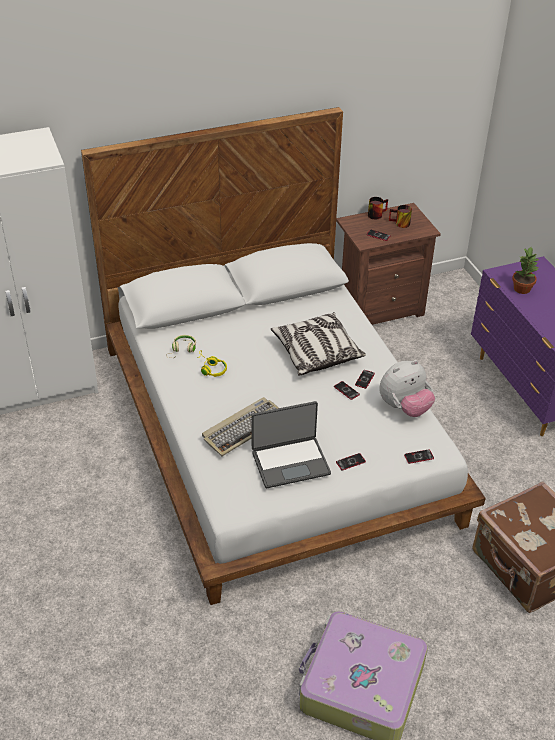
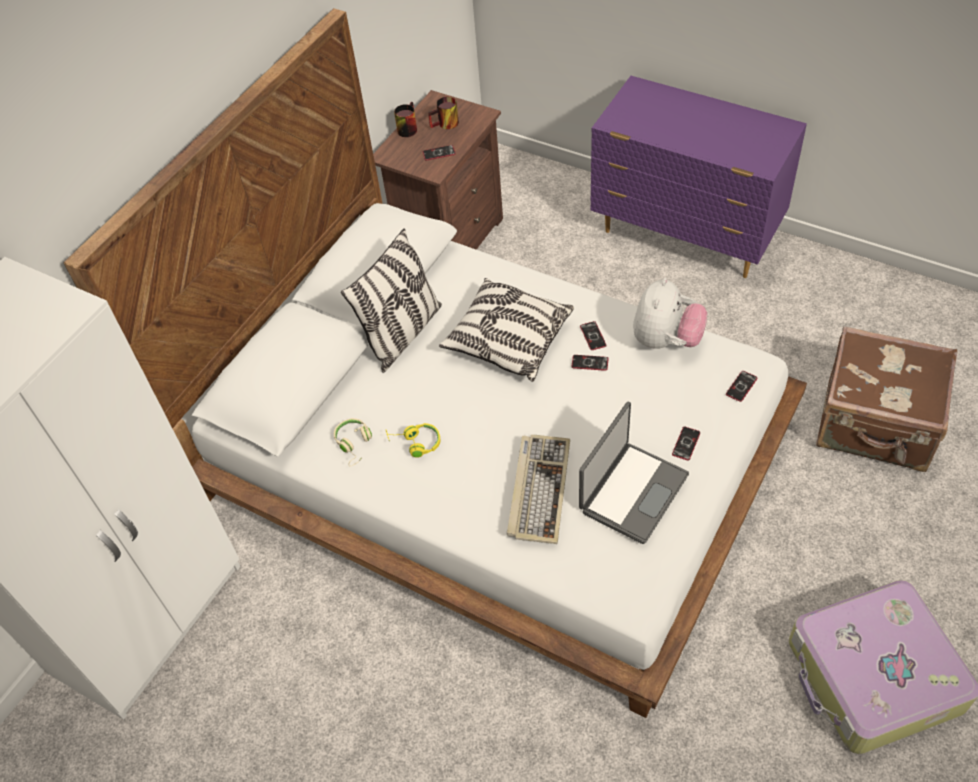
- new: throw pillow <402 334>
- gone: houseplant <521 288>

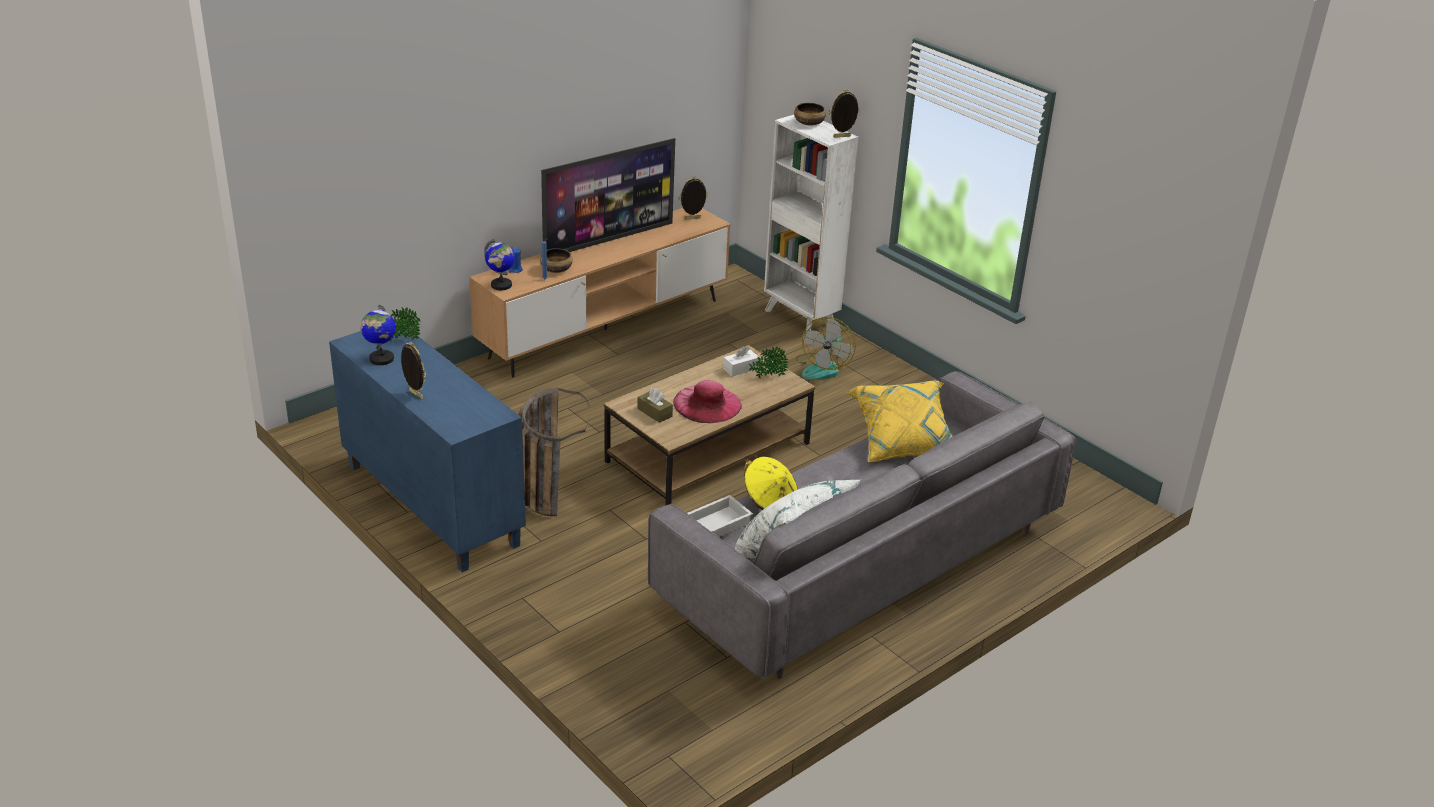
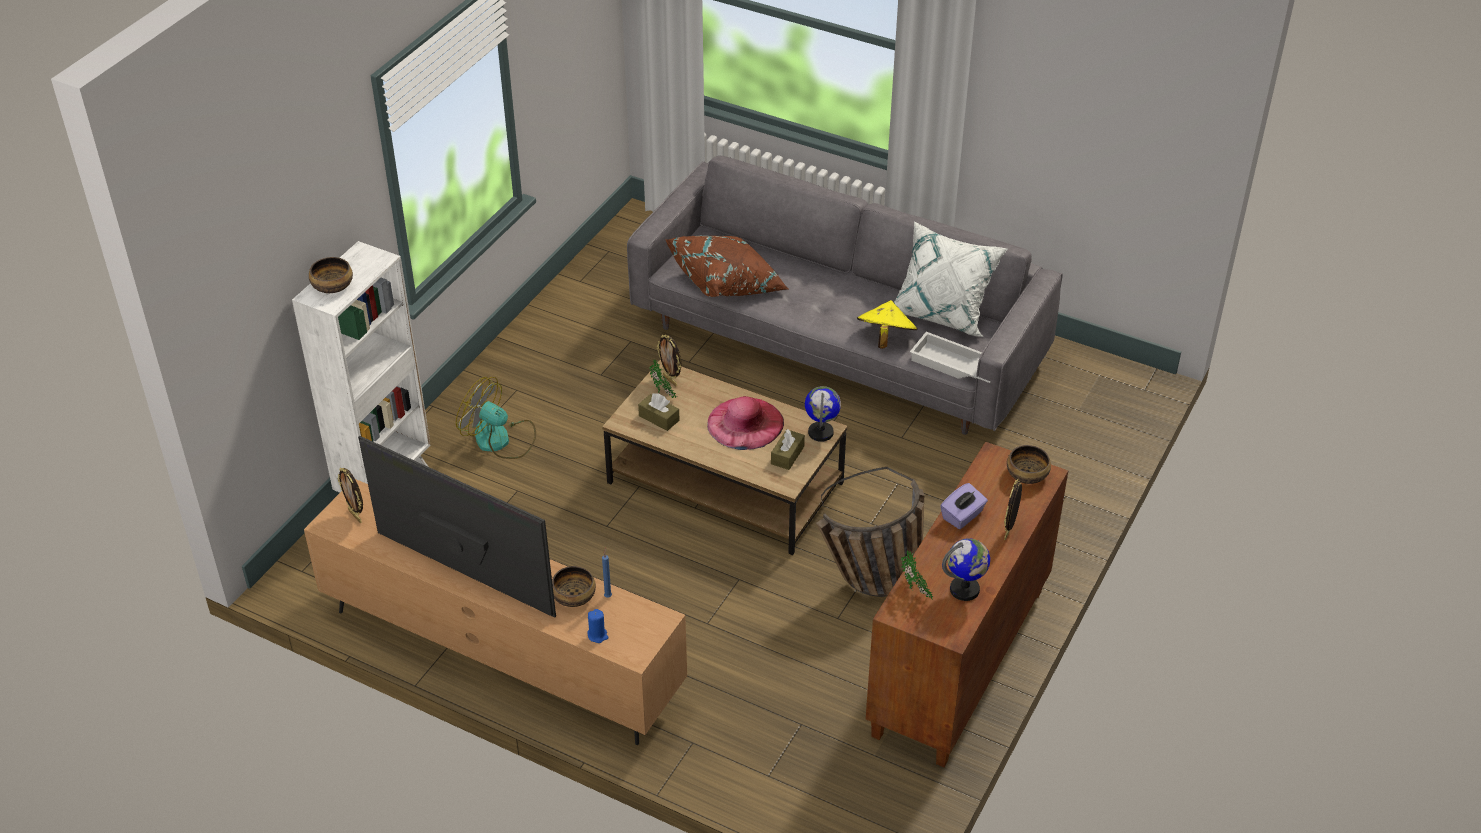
- rotated: electric fan <823 368> = <500 440> 150 degrees counterclockwise
- repainted: tissue box in white-coloured <740 369> to tissue box in brownish <659 418>
- shifted: picture frame <842 137> to <670 380>
- repainted: throw pillow in yellow-coloured <903 441> to throw pillow in brownish <727 282>
- shifted: globe <501 285> to <821 432>
- repainted: storage cabinet in blue-coloured <430 505> to storage cabinet in brownish <960 663>
- new: tissue box in purplish <962 516>
- new: bowl <1027 474>

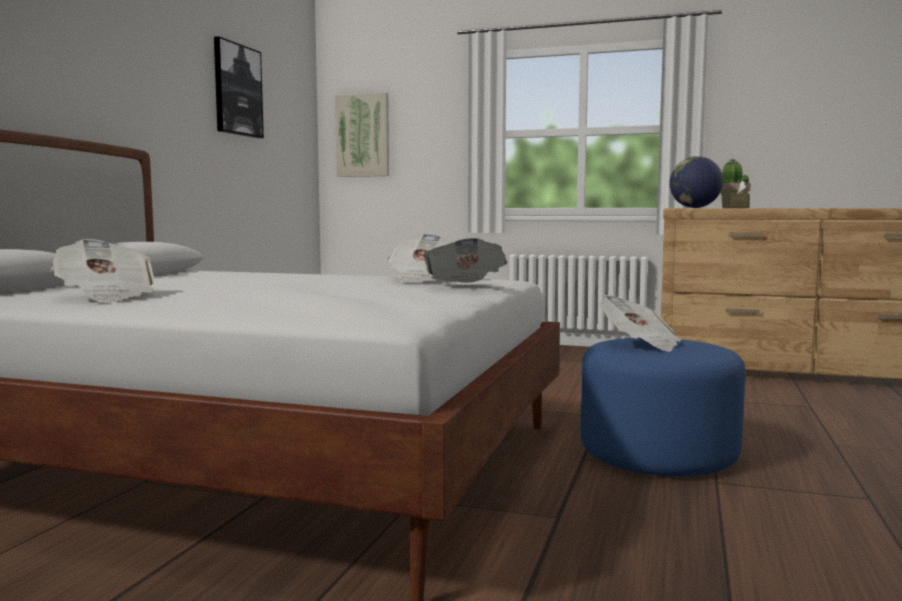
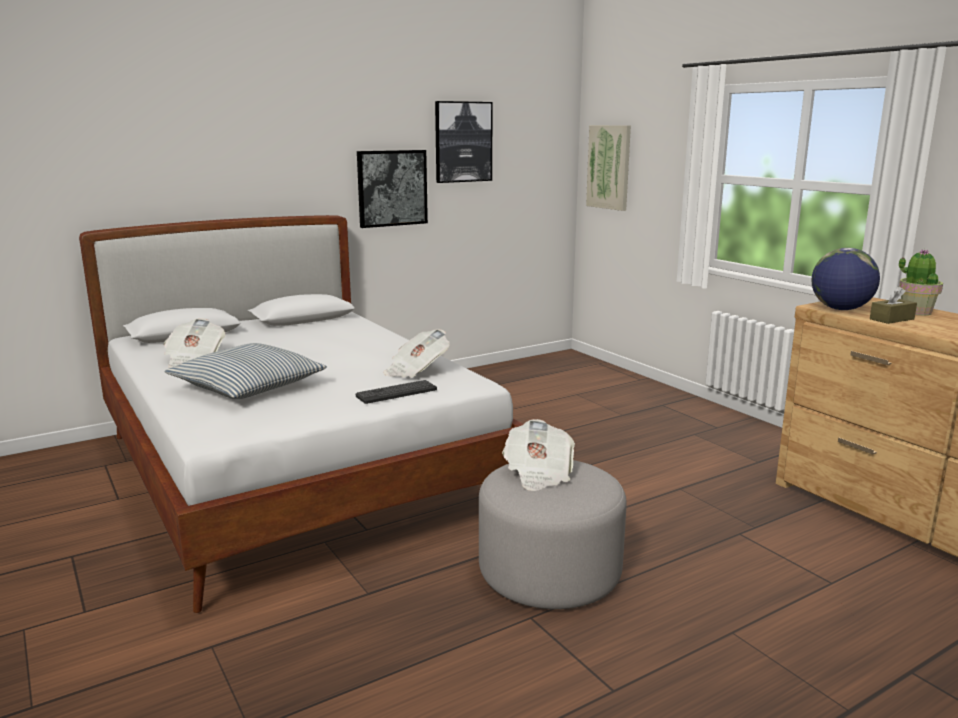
- new: throw pillow <248 386>
- swapped: daily paper <465 286> to computer keyboard <396 393>
- new: wall art <392 188>
- repainted: footrest in blue-coloured <658 454> to footrest in greyish <549 573>

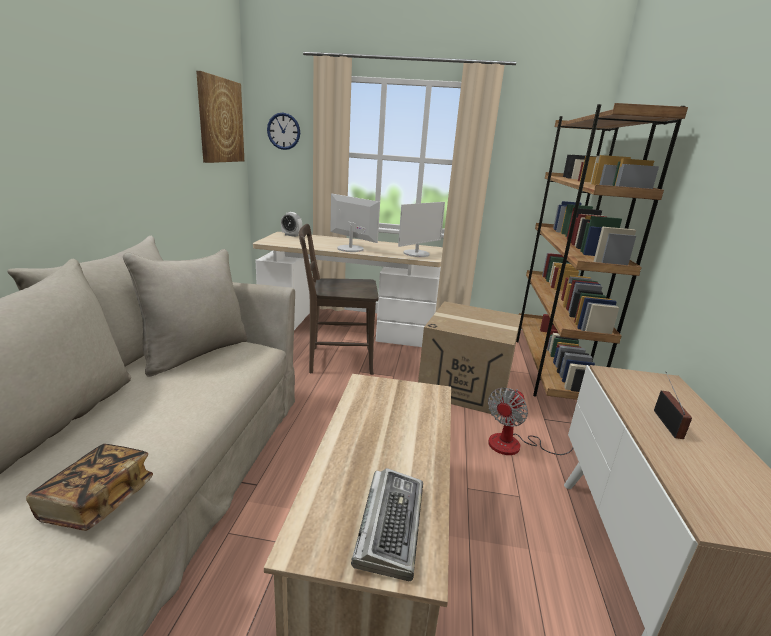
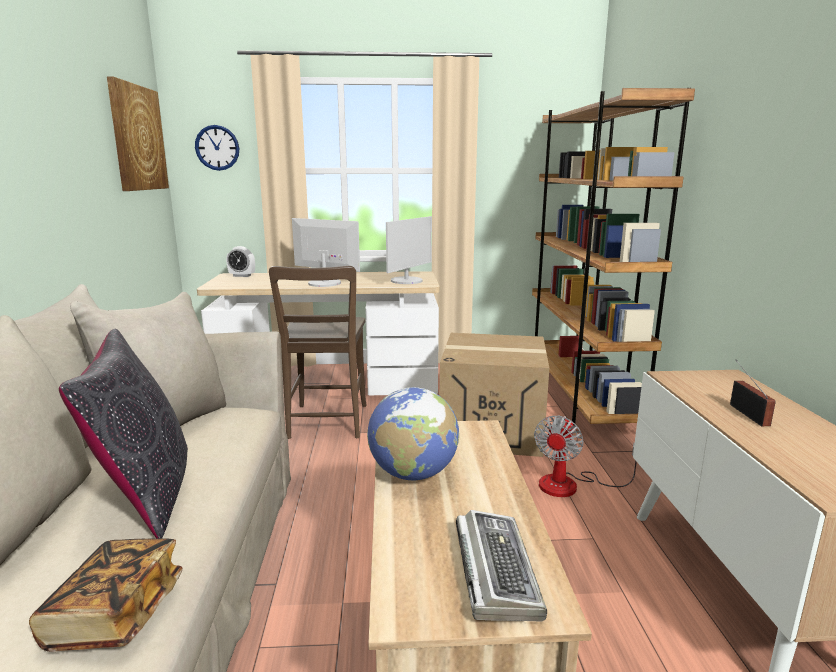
- new: throw pillow in blackish <146 493>
- rotated: chair in brownish <337 360> = <327 423> 75 degrees counterclockwise
- new: globe <413 474>

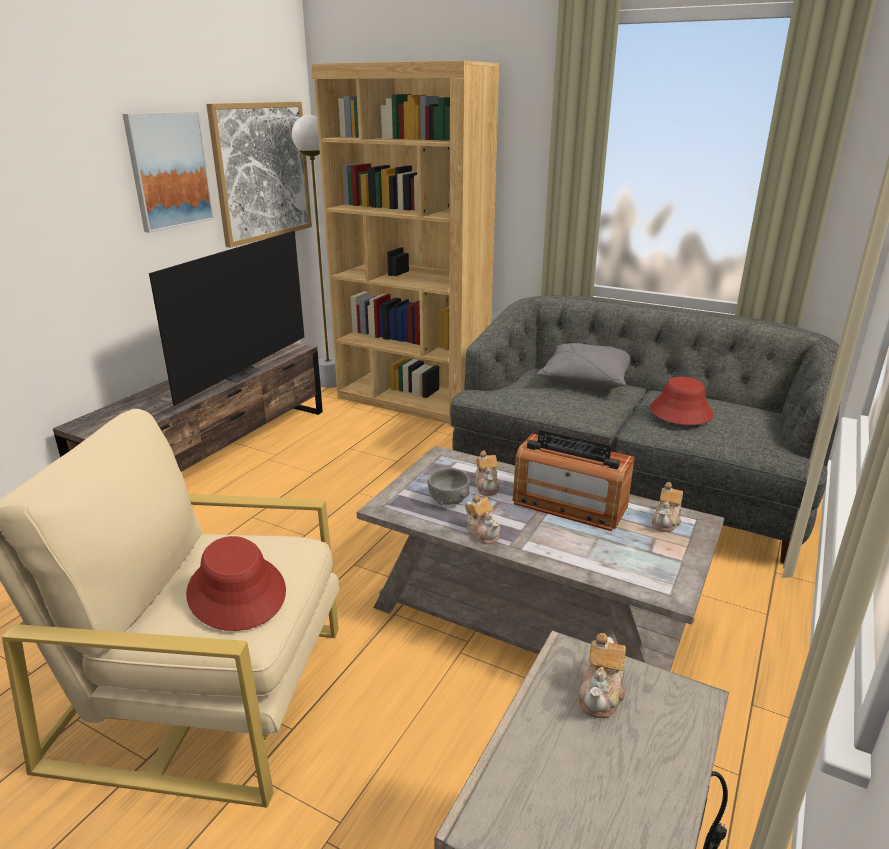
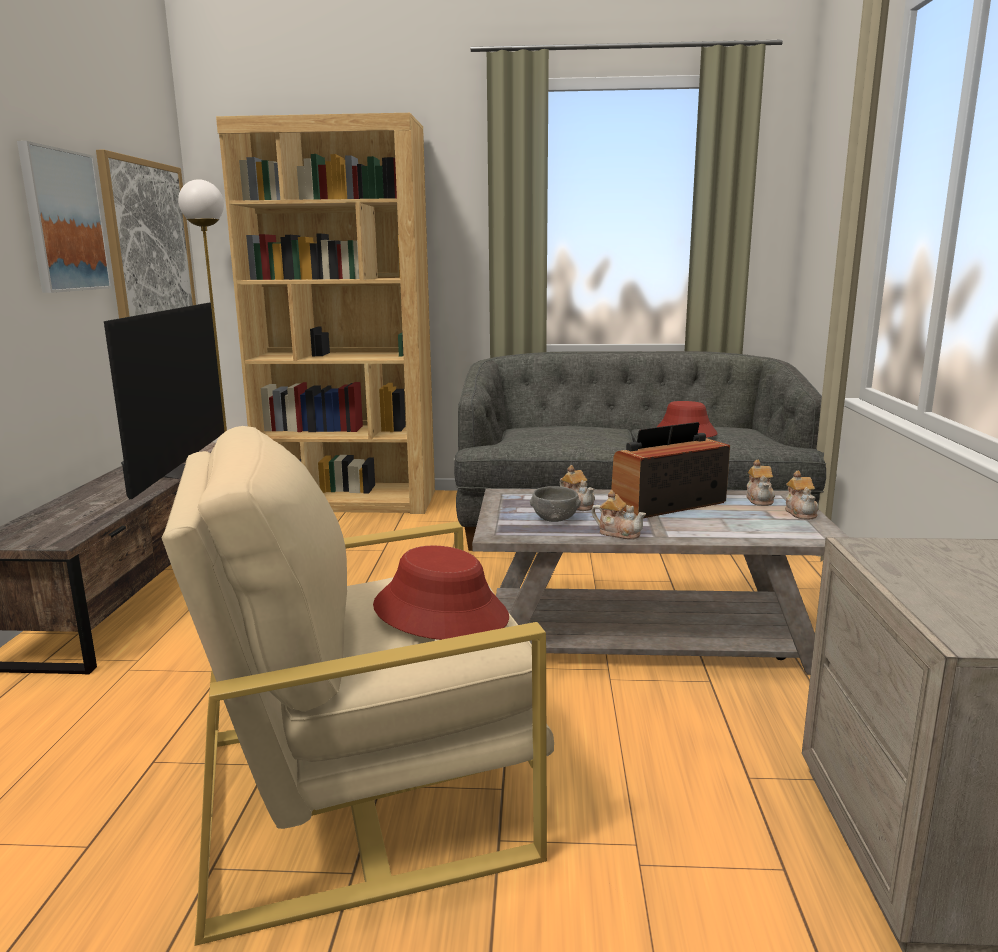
- rotated: radio <569 505> = <668 504> 150 degrees clockwise
- shifted: pot for tea <601 693> to <801 513>
- gone: throw pillow in greyish <586 379>

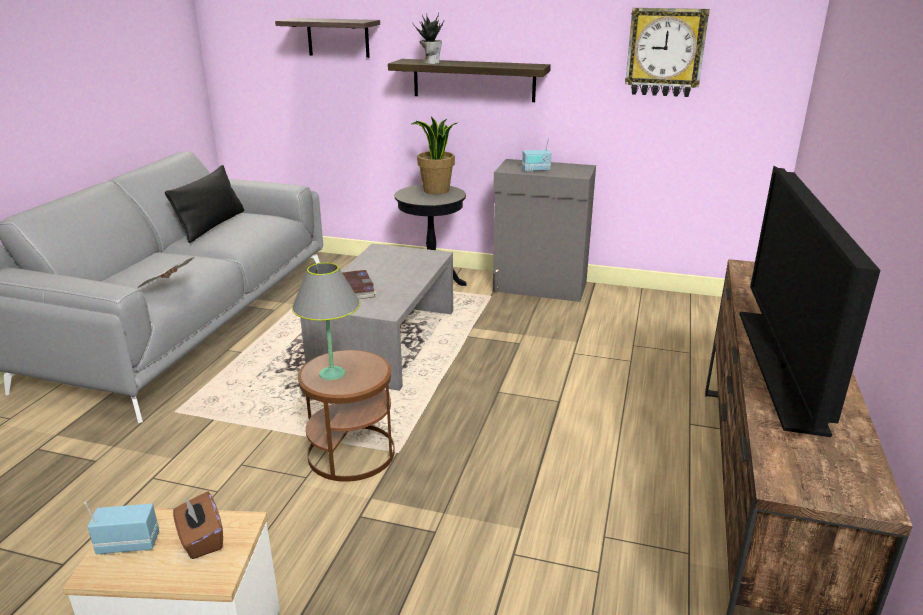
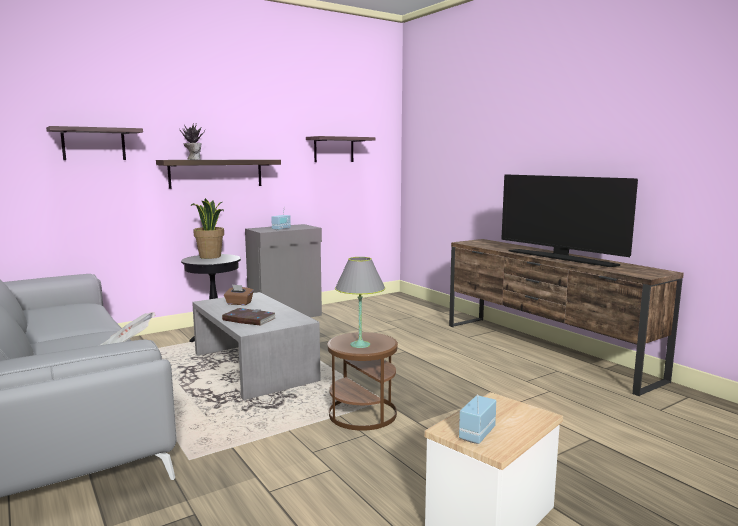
- shifted: tissue box in brownish <201 539> to <239 303>
- swapped: hanging clock <665 52> to shelf <333 149>
- gone: throw pillow in blackish <212 226>

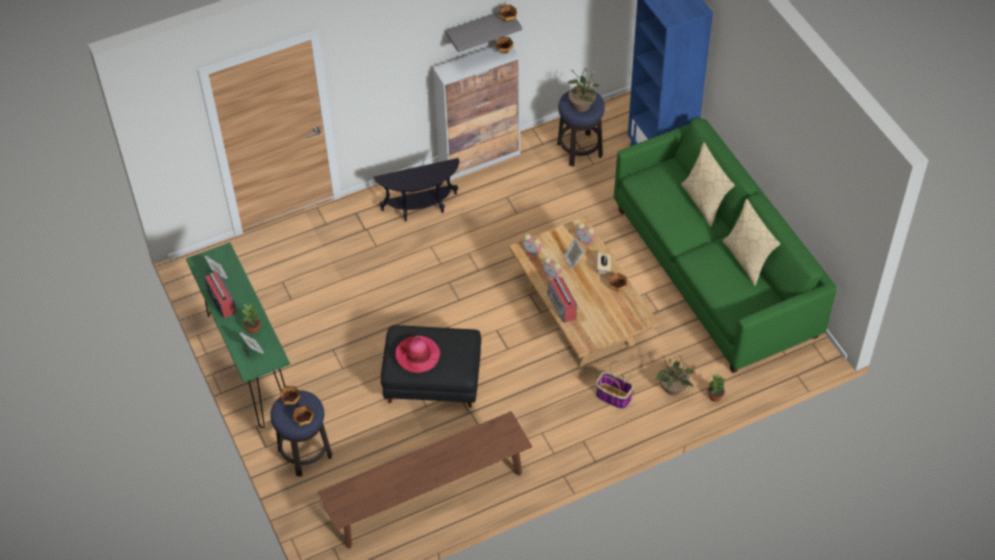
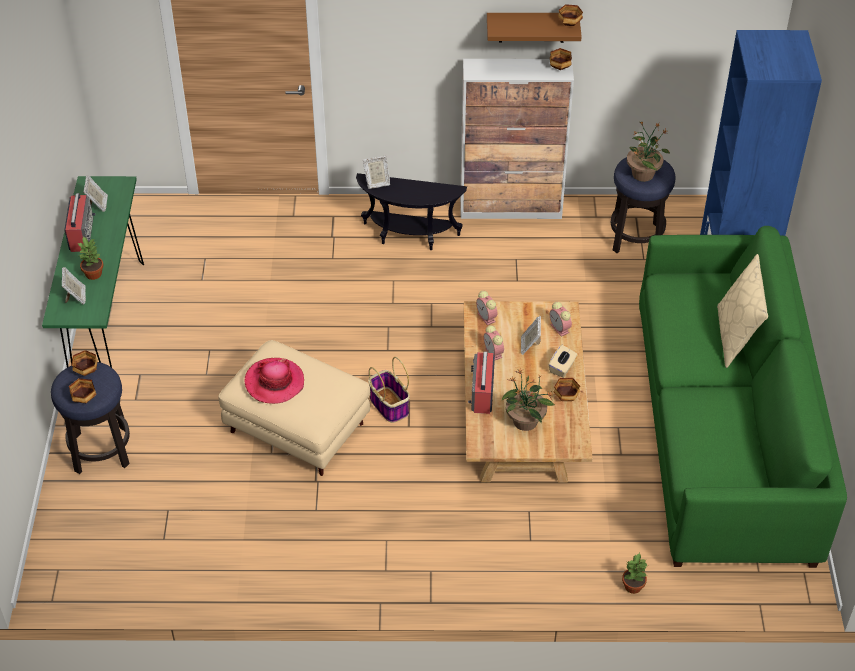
- repainted: footrest in blackish <432 381> to footrest in sand-coloured <296 429>
- new: picture frame <377 183>
- shifted: household basket <612 396> to <388 405>
- repainted: shelf in greyish <477 29> to shelf in brownish <532 27>
- shifted: houseplant <673 388> to <525 422>
- gone: indoor bench in brownish <428 496>
- gone: throw pillow in sand-coloured <747 259>

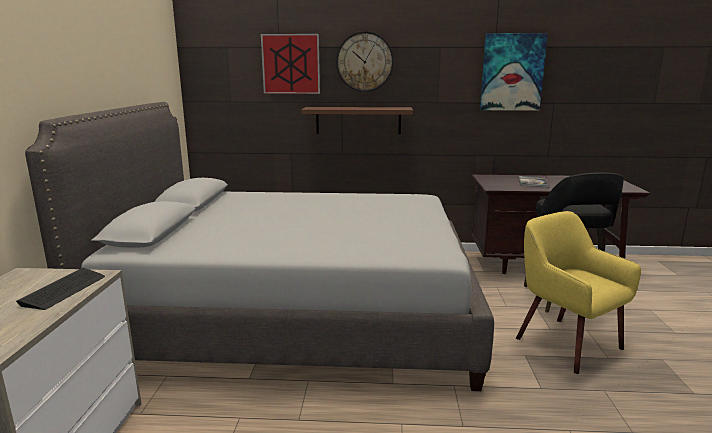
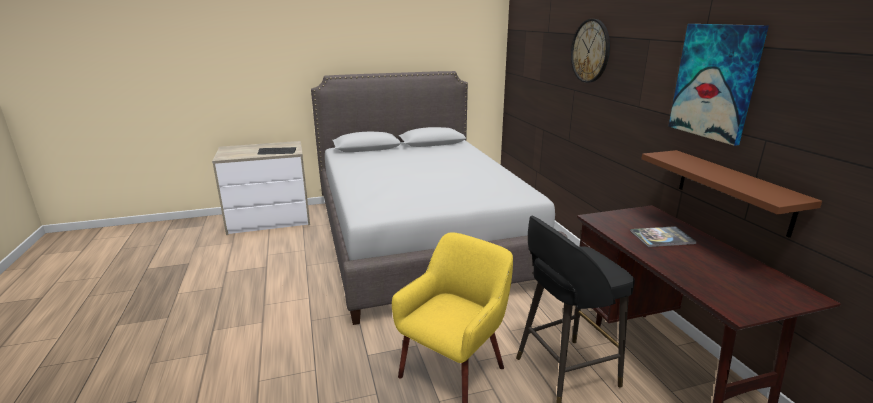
- shifted: shelf in brownish <358 120> to <733 191>
- gone: wall art <291 64>

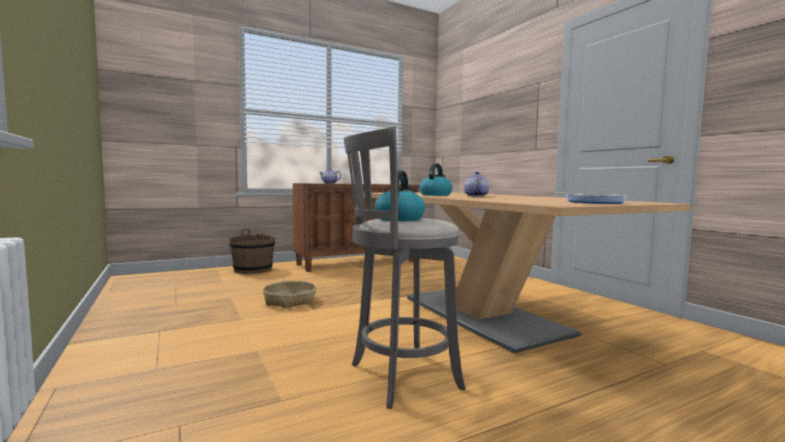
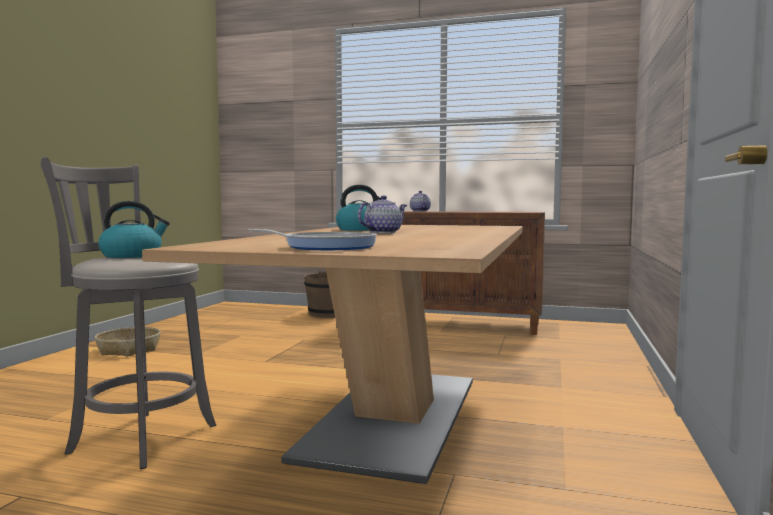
- shifted: household basket <289 301> to <129 349>

